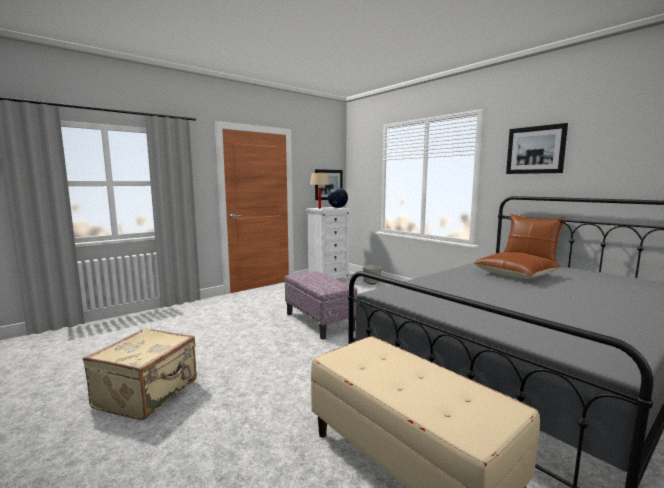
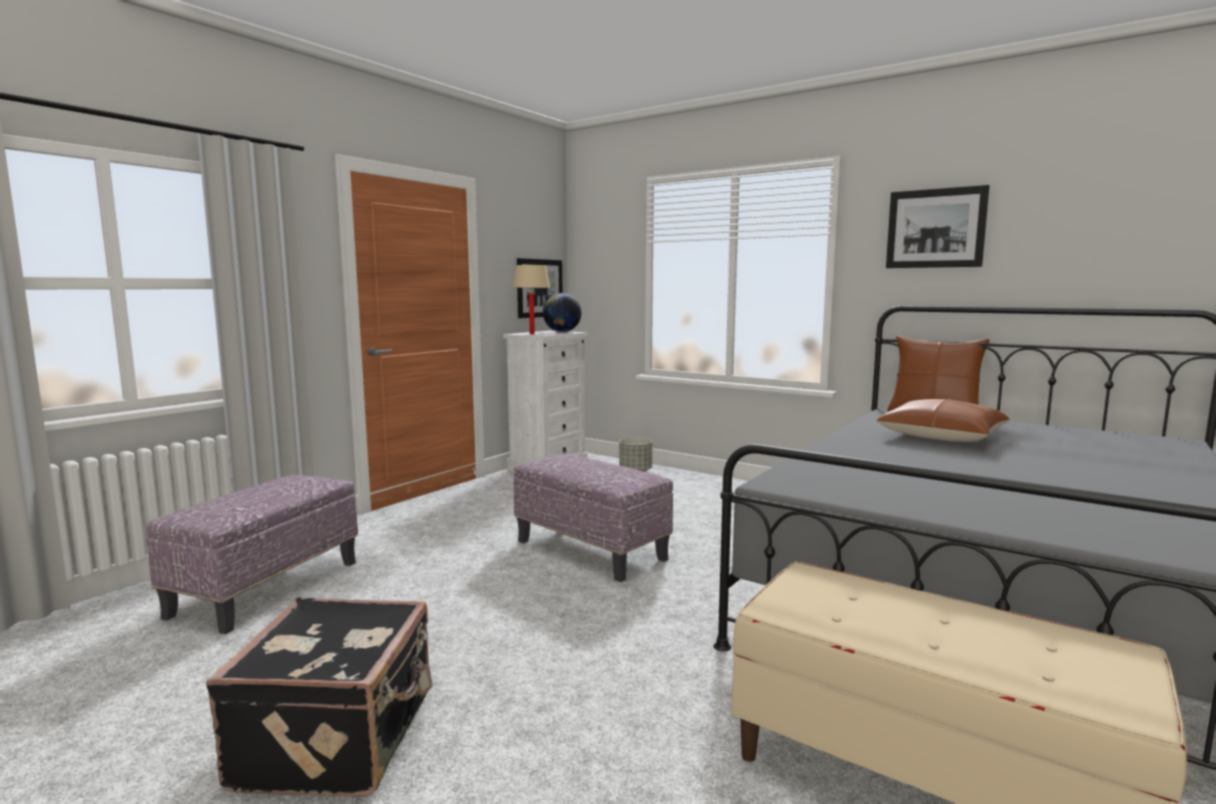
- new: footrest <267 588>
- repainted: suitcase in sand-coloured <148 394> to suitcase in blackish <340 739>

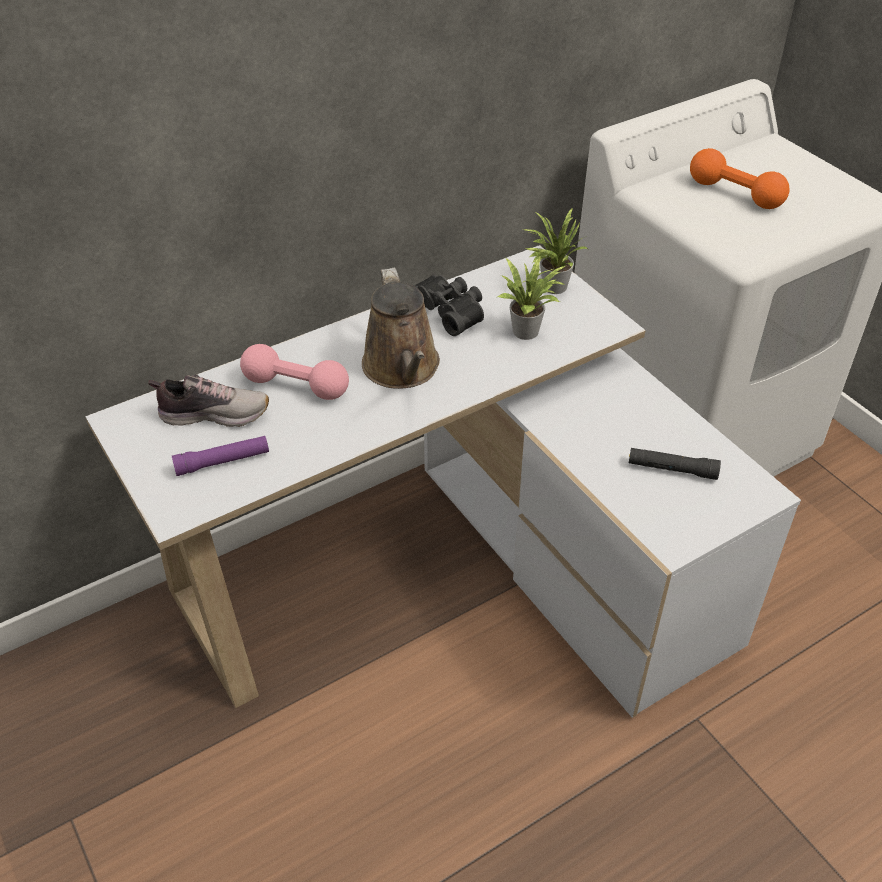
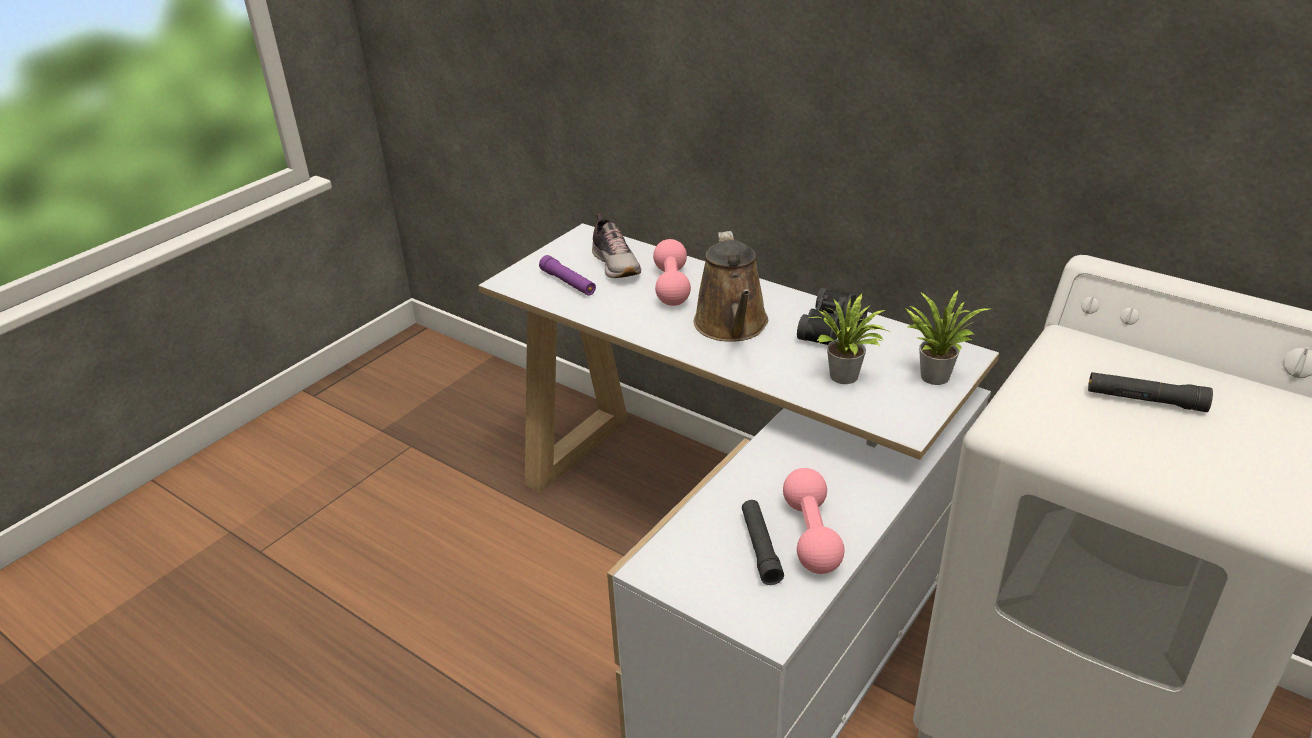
- rotated: sprinkling can in brownish <402 369> = <732 326> 60 degrees counterclockwise
- new: free weight in pink-coloured <811 535>
- swapped: free weight in orange-coloured <735 194> to torch in blackish <1145 400>

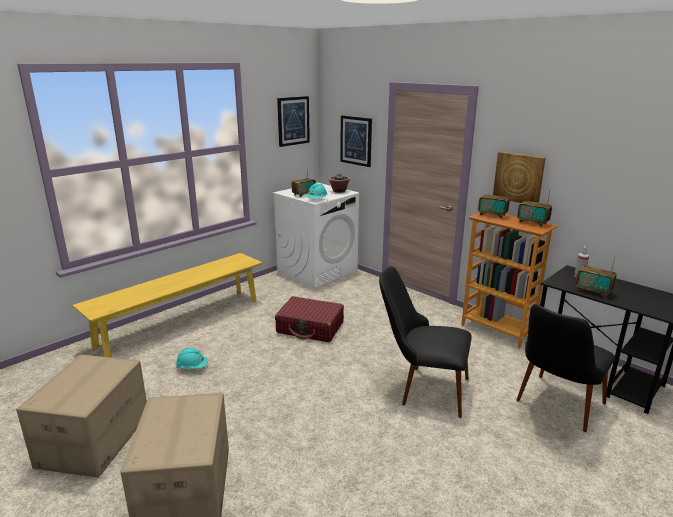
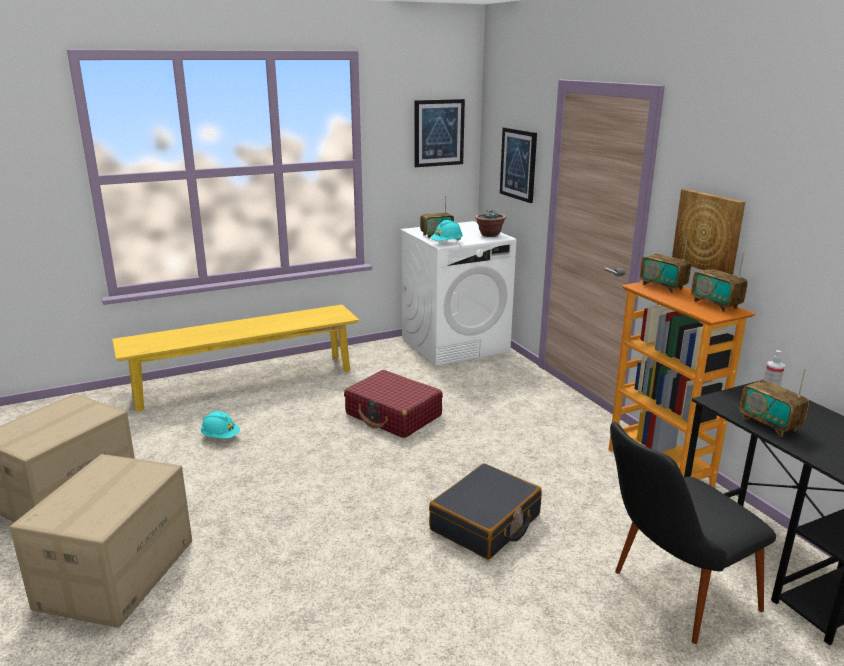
- swapped: chair in blackish <422 388> to suitcase in blackish <486 523>

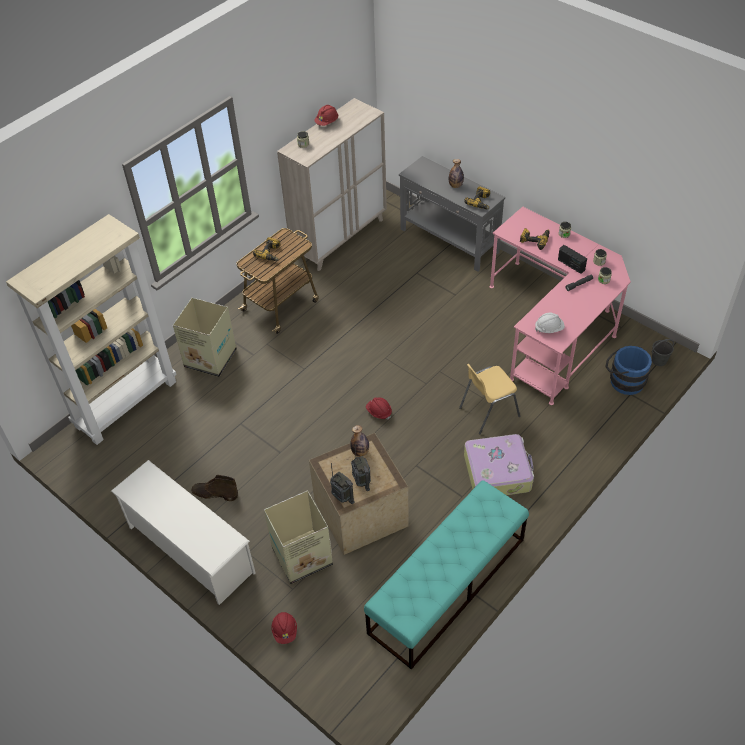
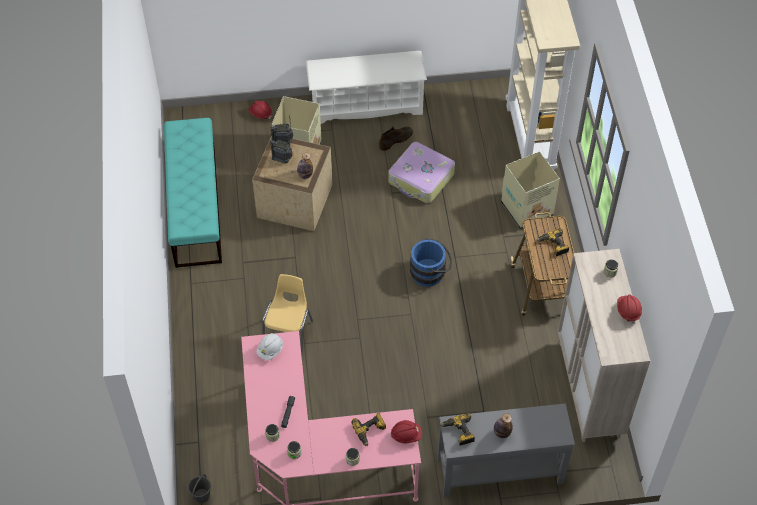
- shifted: suitcase <498 472> to <421 179>
- shifted: safety helmet in reddish <379 412> to <406 435>
- shifted: water bucket in blue-coloured <623 380> to <430 272>
- gone: radio <571 265>

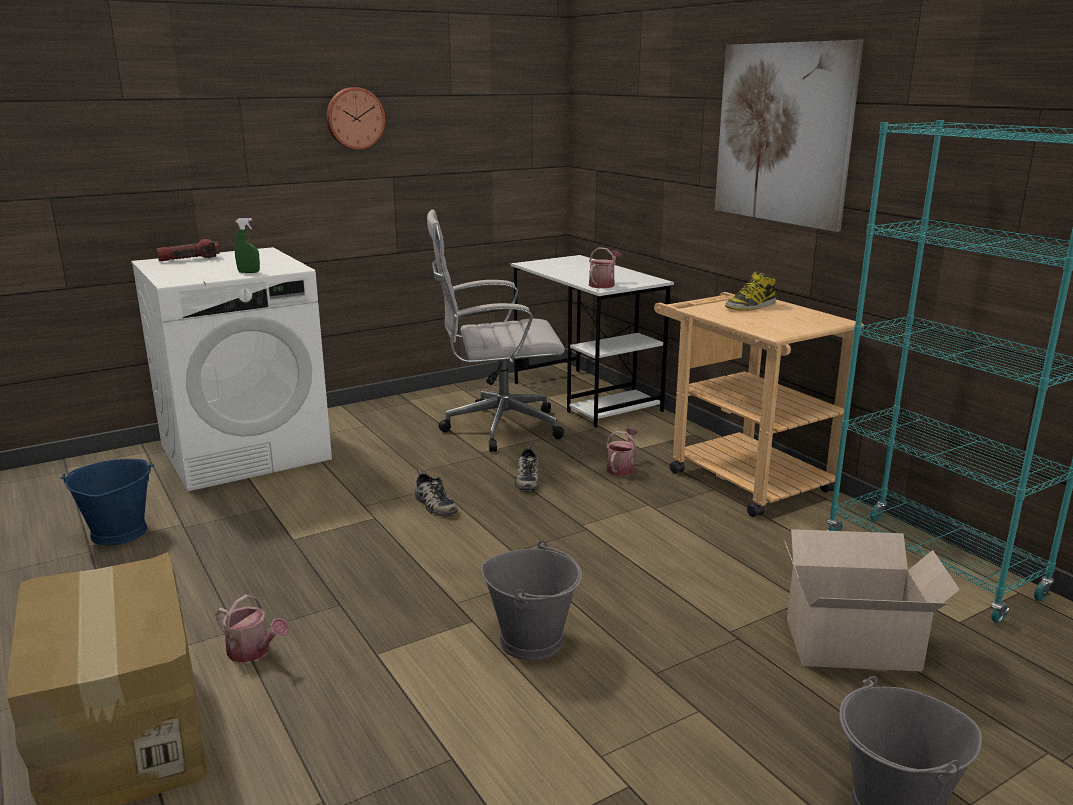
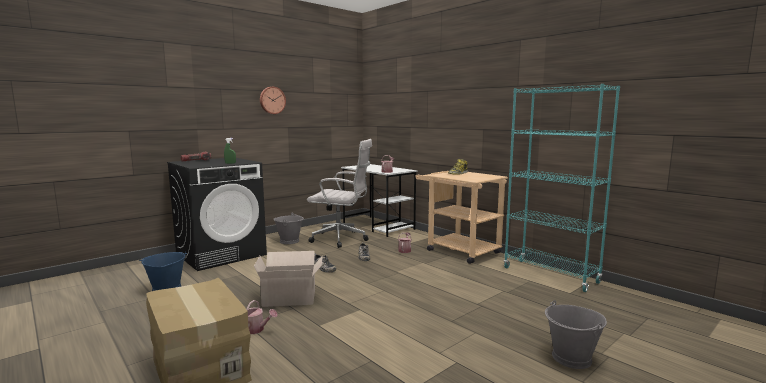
- repainted: laundry machine in white-coloured <246 451> to laundry machine in blackish <221 254>
- shifted: packing box <856 645> to <291 298>
- shifted: water bucket in greyish <532 640> to <289 241>
- rotated: desk chair in white-coloured <497 428> = <342 239> 150 degrees counterclockwise
- gone: wall art <783 134>

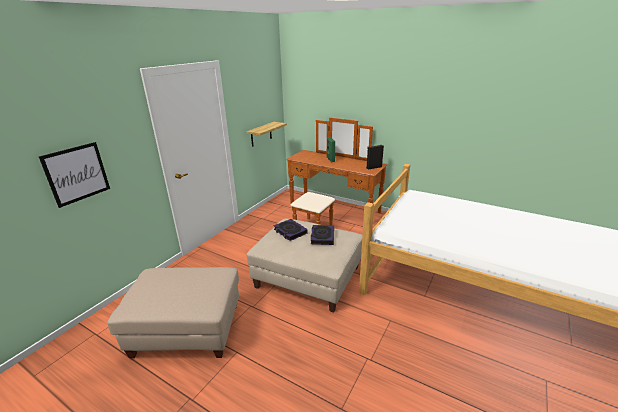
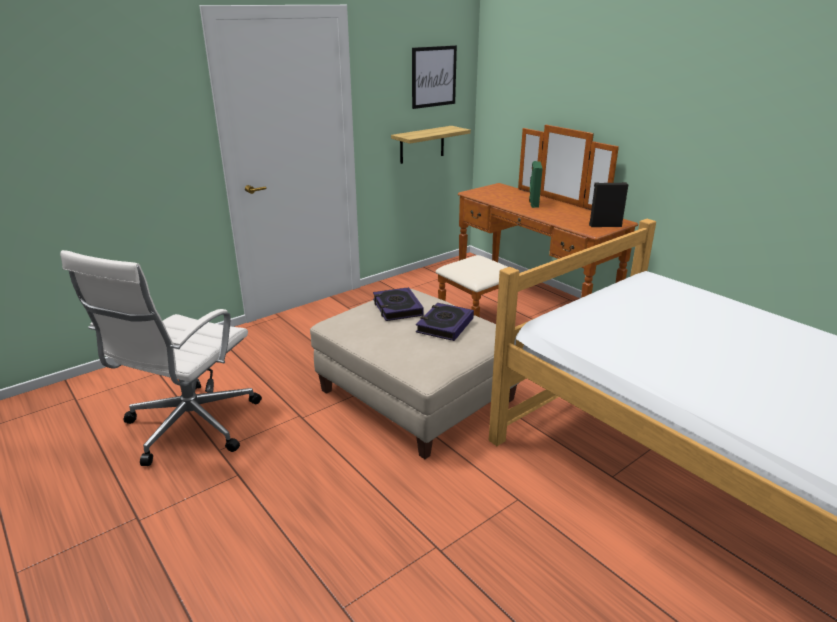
- swapped: footrest in sand-coloured <187 331> to desk chair in white-coloured <189 426>
- shifted: wall art <77 174> to <433 76>

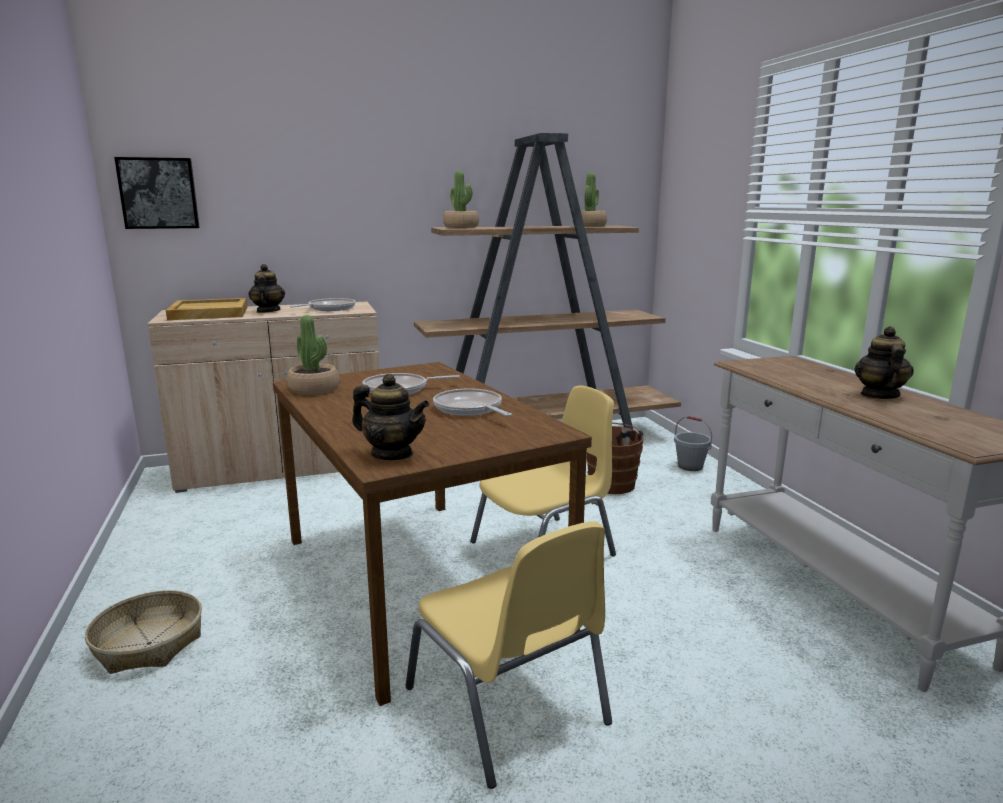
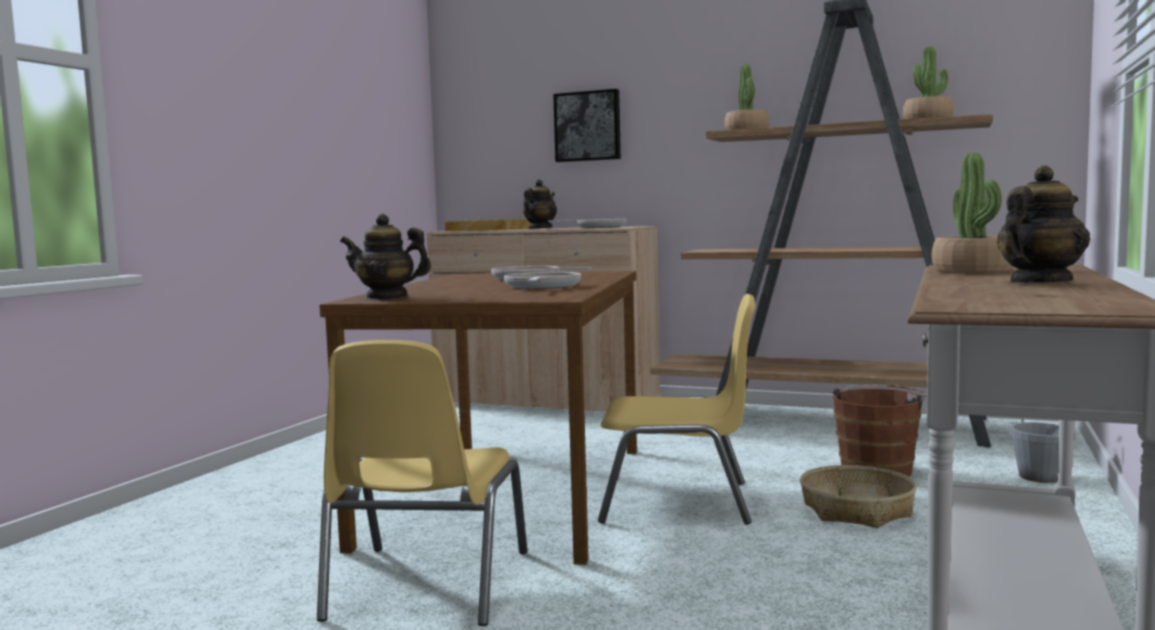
- rotated: pot for tea <392 454> = <387 297> 120 degrees clockwise
- shifted: wall art <159 193> to <588 126>
- shifted: household basket <149 643> to <856 510>
- shifted: houseplant <314 389> to <973 271>

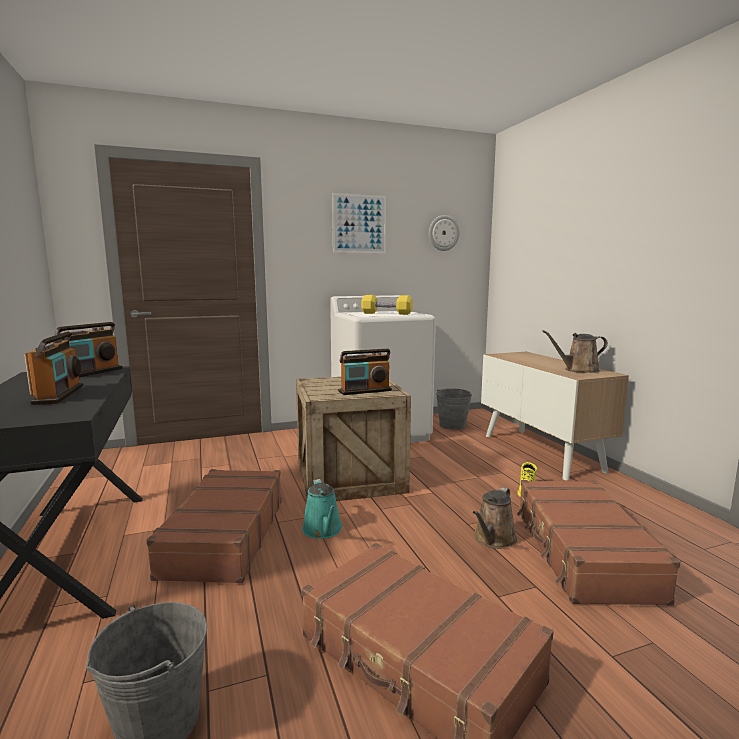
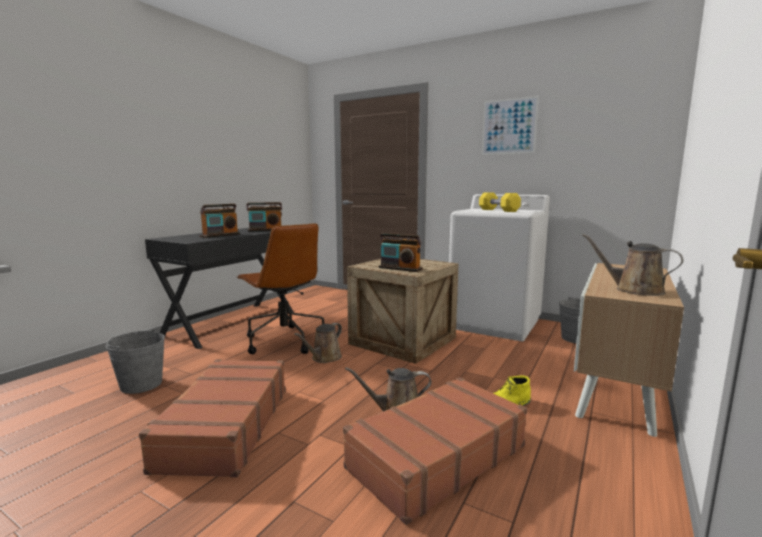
- swapped: suitcase in brownish <224 536> to desk chair in brownish <284 340>
- repainted: sprinkling can in blue-green <323 530> to sprinkling can in brownish <324 358>
- gone: hanging clock <443 233>

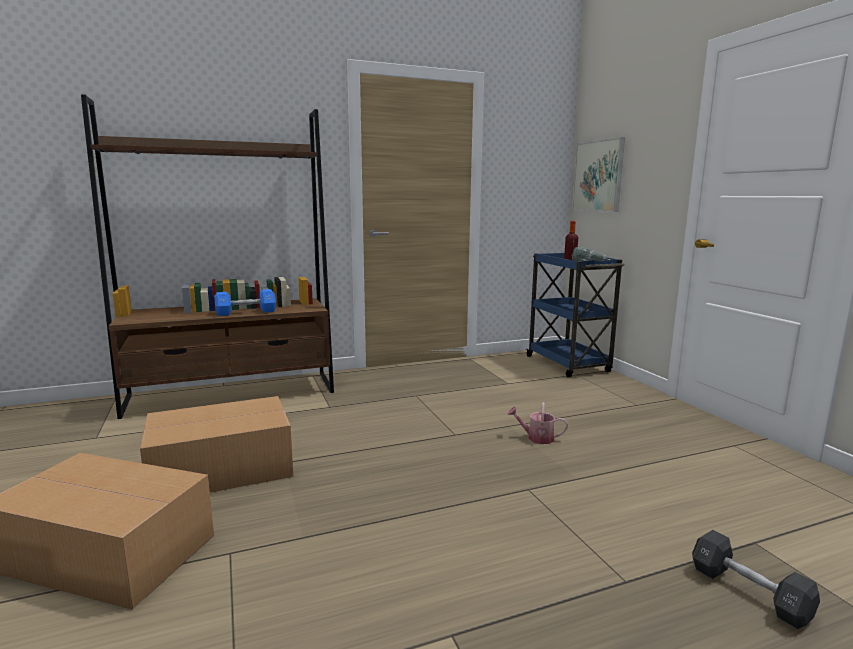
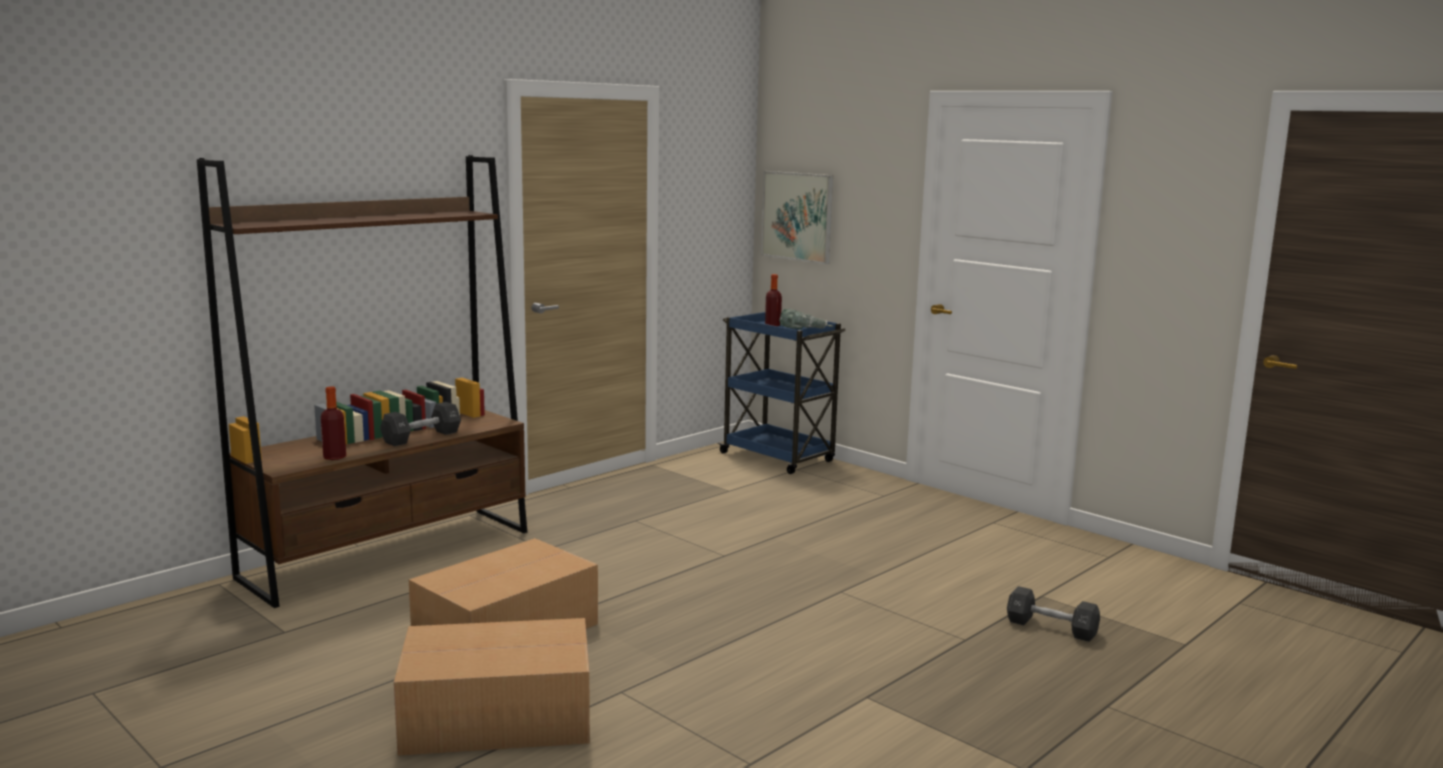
- new: beverage bottle <334 457>
- repainted: free weight in blue-coloured <246 312> to free weight in blackish <421 437>
- gone: sprinkling can <536 438>

